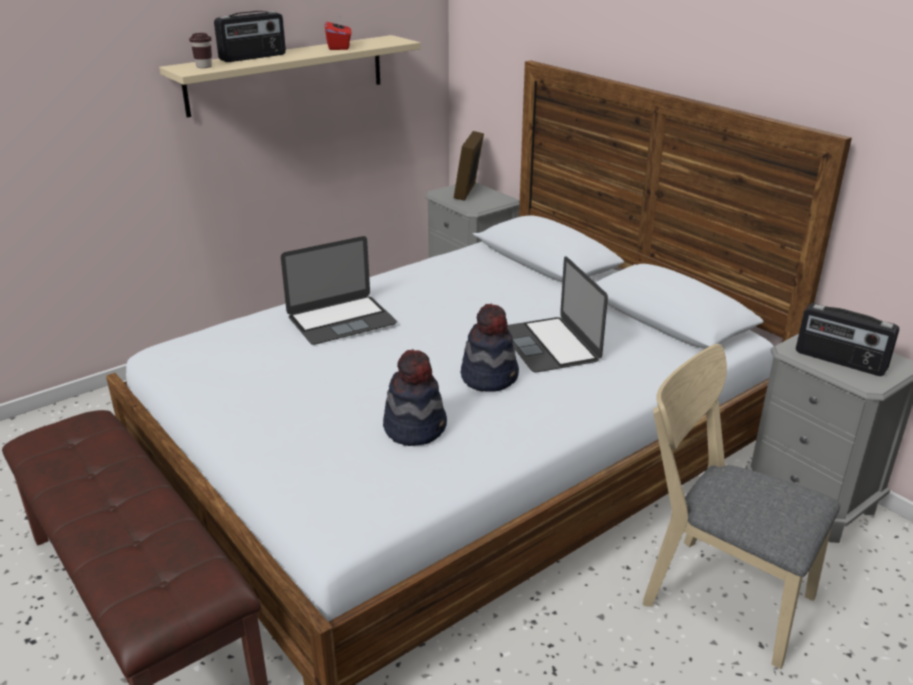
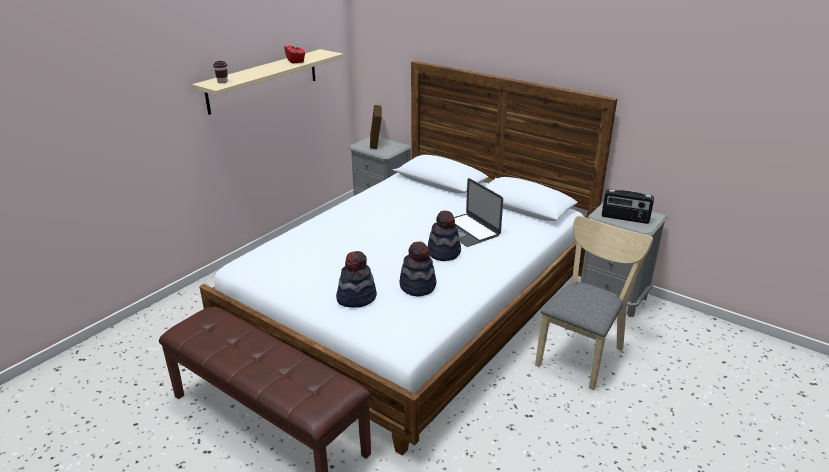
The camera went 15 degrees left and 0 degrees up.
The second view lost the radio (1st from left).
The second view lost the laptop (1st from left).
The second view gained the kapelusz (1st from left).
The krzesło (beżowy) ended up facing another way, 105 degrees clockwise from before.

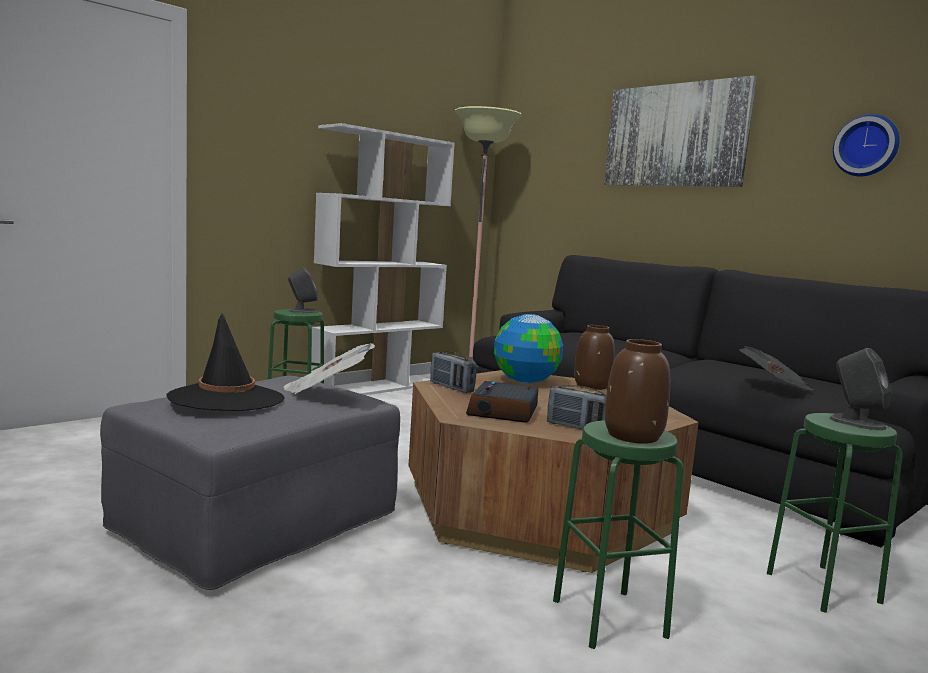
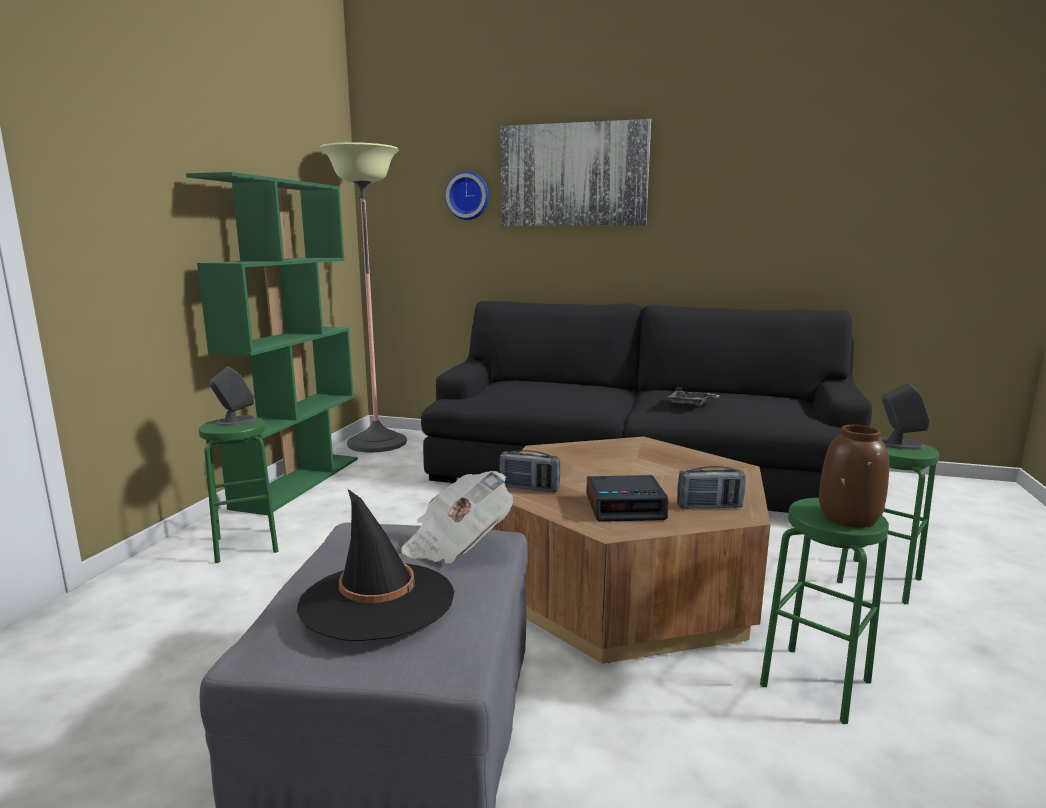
The camera went 30 degrees left and 5 degrees up.
The second view lost the globus.
The second view lost the wazon (brązowy) (1st from left).
The second view lost the gazeta (2nd from left).
The second view gained the taca (szary).
The zegar ścienny ended up elsewhere.
What was the regał (biały) turned into the regał (zielony).
The budzik ended up facing another way, 75 degrees counterclockwise from before.

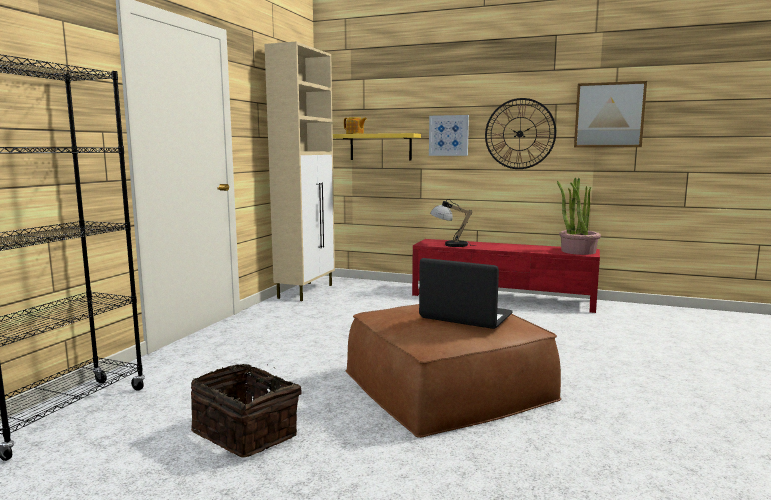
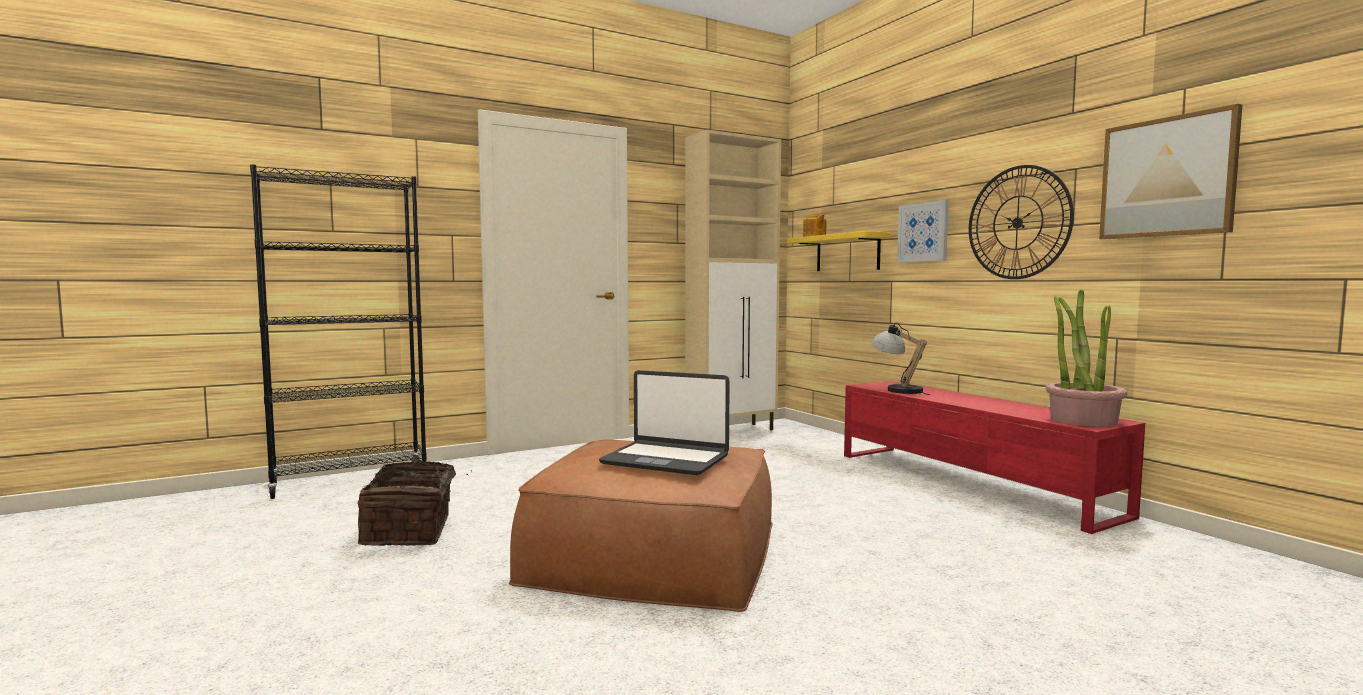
The camera went 40 degrees right and 5 degrees down.
The laptop ended up facing another way, 135 degrees clockwise from before.

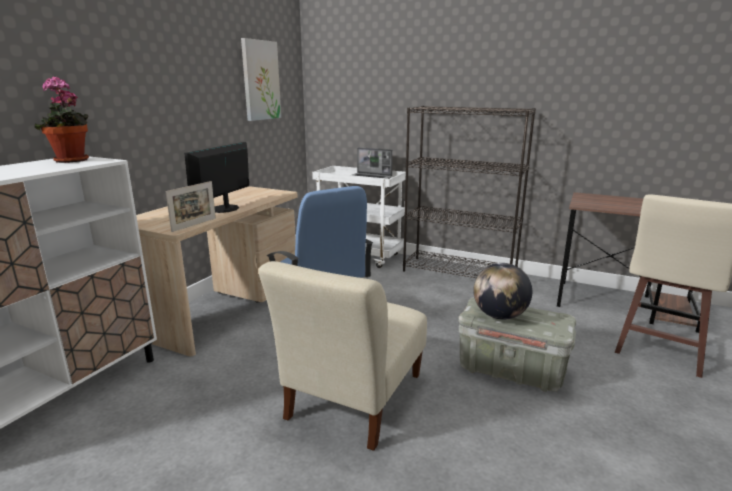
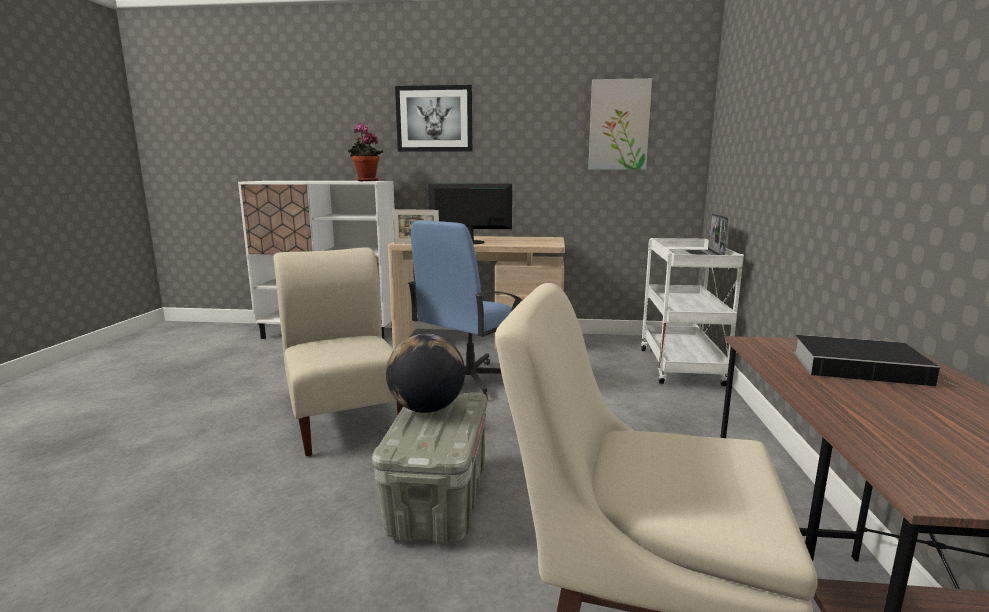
The camera went 70 degrees right and 5 degrees down.
The second view lost the regał (czarny).
The second view gained the obraz (1st from left).
The second view gained the książka.
The krzesło (beżowy) ended up facing another way, 60 degrees clockwise from before.

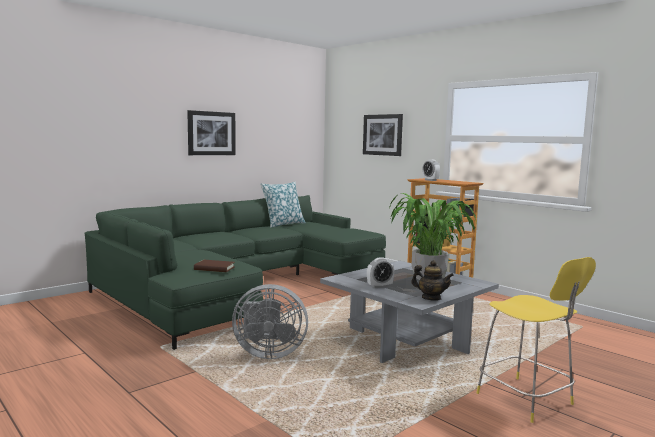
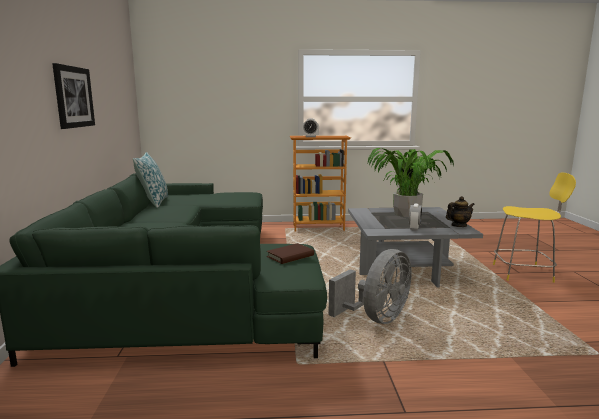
The camera went 50 degrees left and 5 degrees up.
The second view lost the obraz (2nd from left).

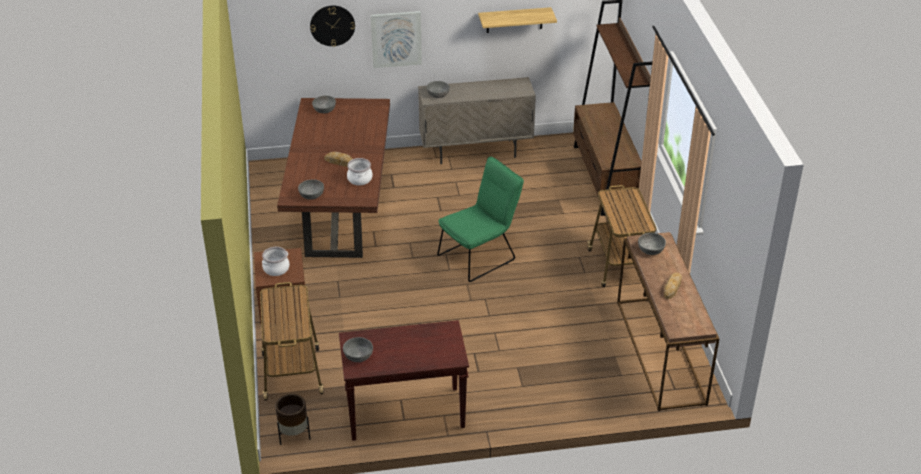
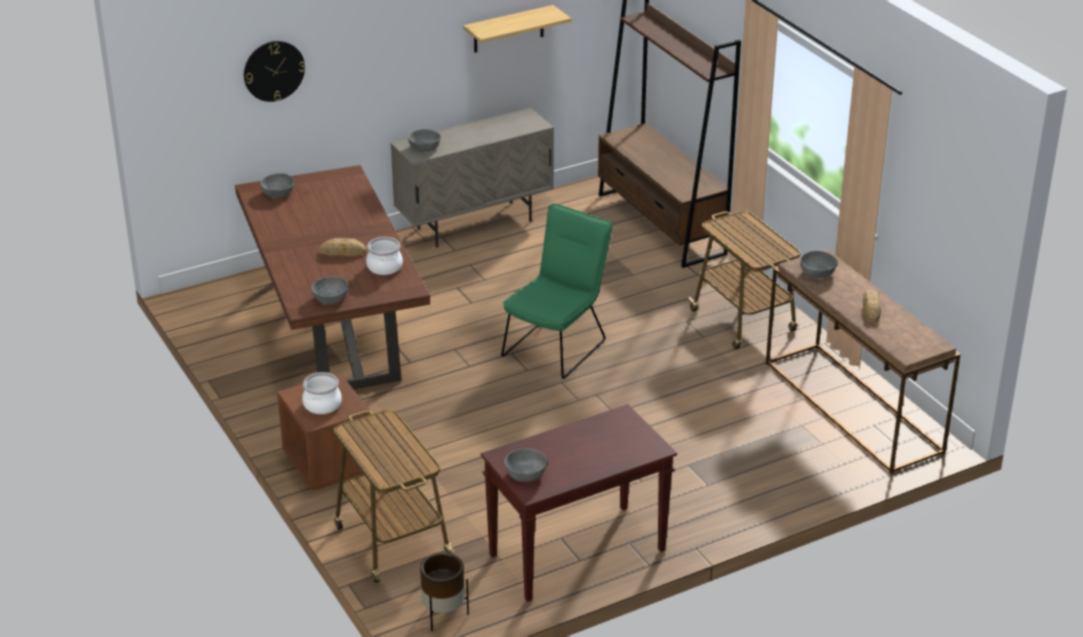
The camera went 20 degrees left and 5 degrees down.
The second view lost the obraz.

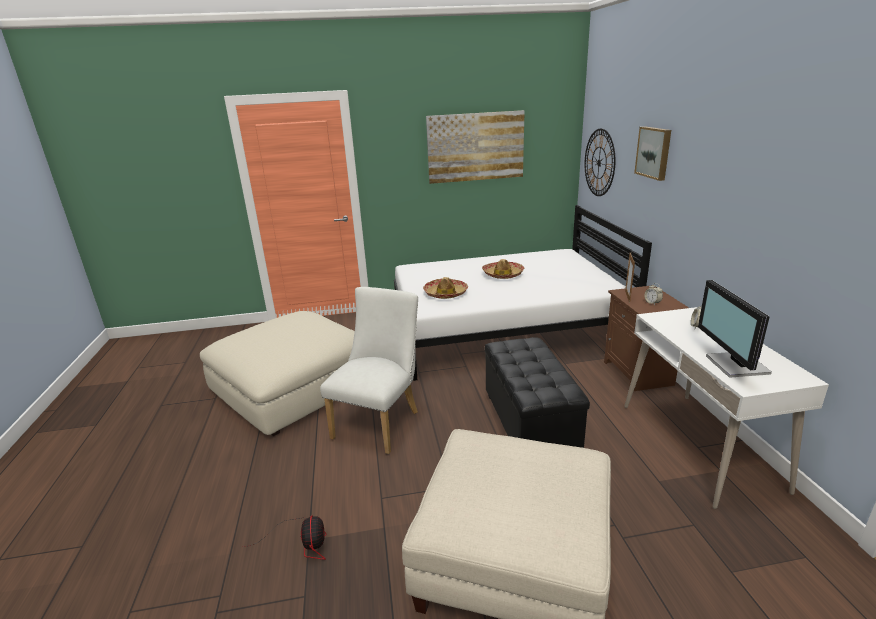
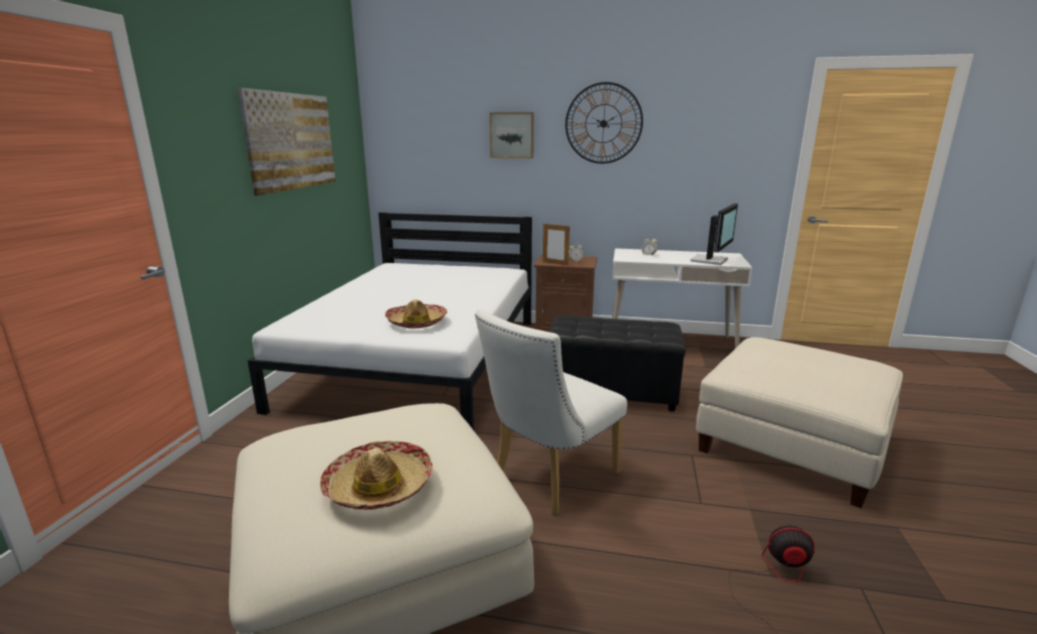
The camera went 70 degrees left and 5 degrees down.
The kapelusz (2nd from left in the first image) ended up elsewhere.
The zegar ścienny ended up elsewhere.
The krzesło (biały) ended up facing another way, 90 degrees counterclockwise from before.
The monitor ended up facing another way, 75 degrees counterclockwise from before.

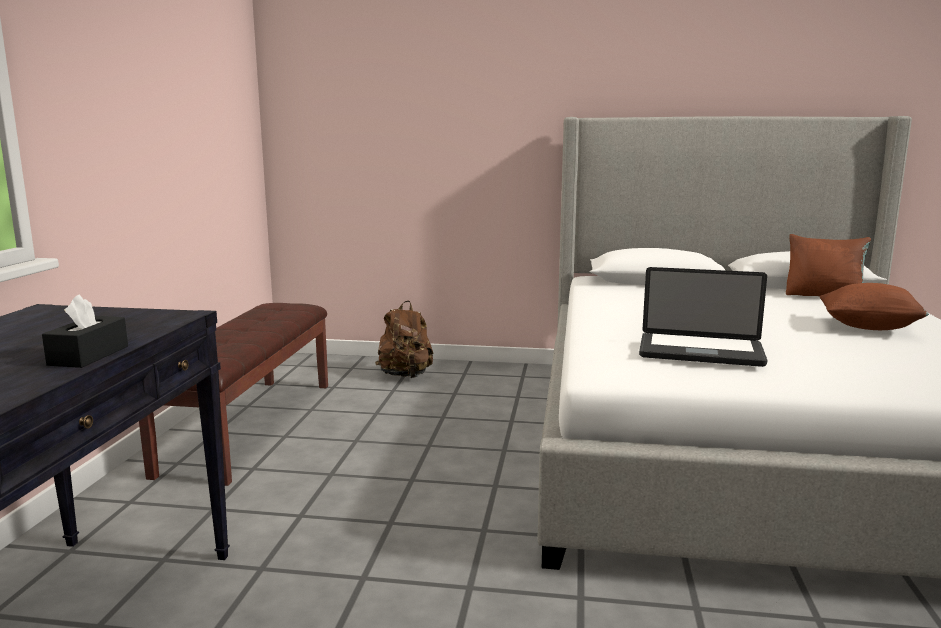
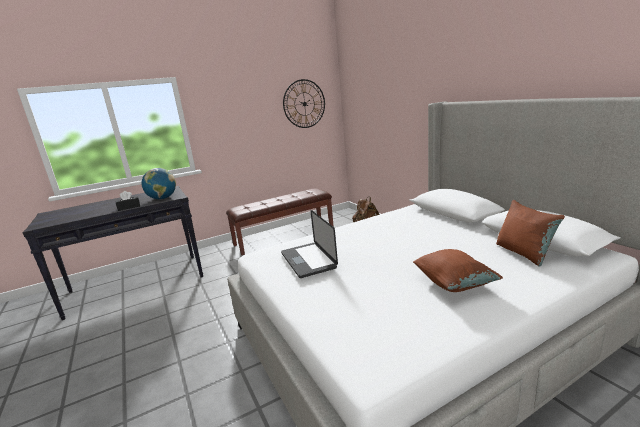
The camera went 55 degrees right and 5 degrees up.
The second view gained the globus.
The second view gained the zegar ścienny.

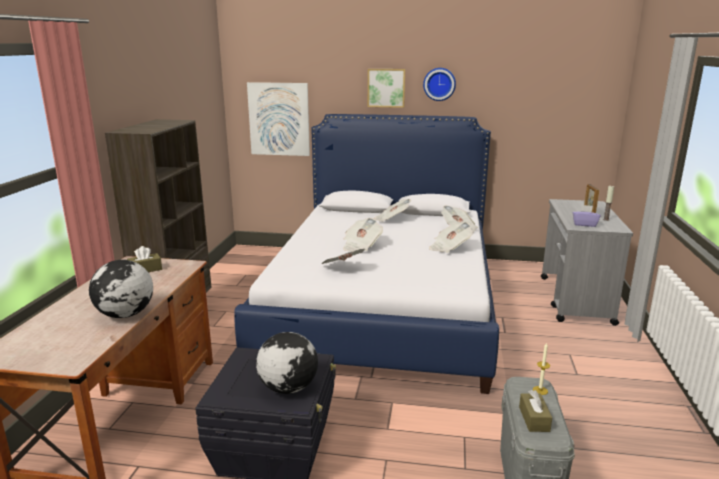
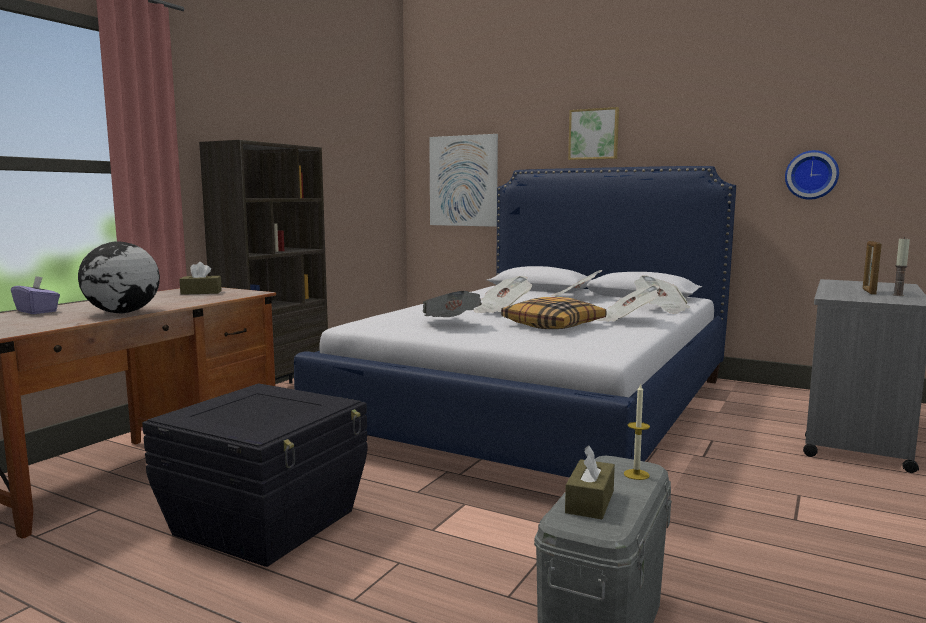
The camera went 20 degrees right and 10 degrees down.
The second view lost the globus (2nd from left).
The second view gained the poduszka.
The zegar ścienny ended up elsewhere.
The pudełko chusteczek (fioletowy) ended up elsewhere.

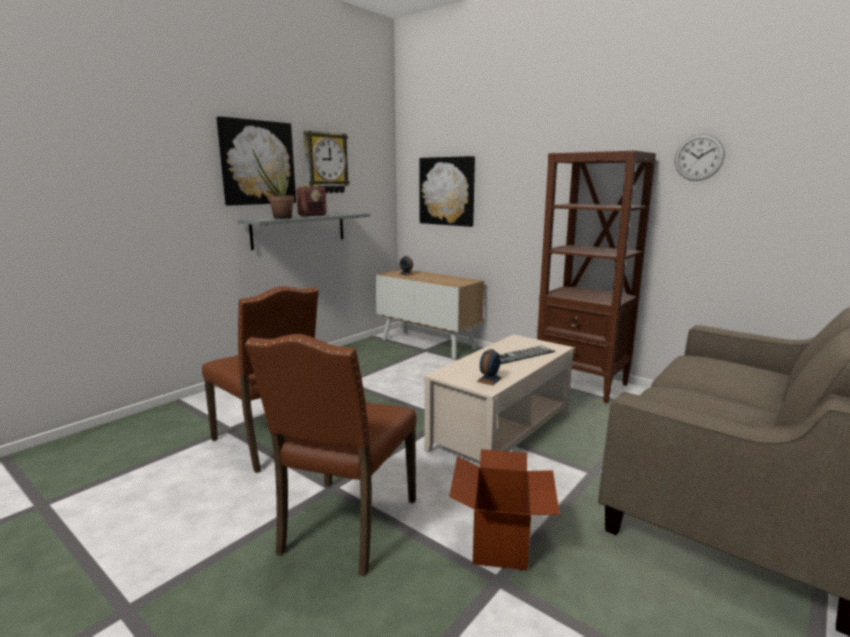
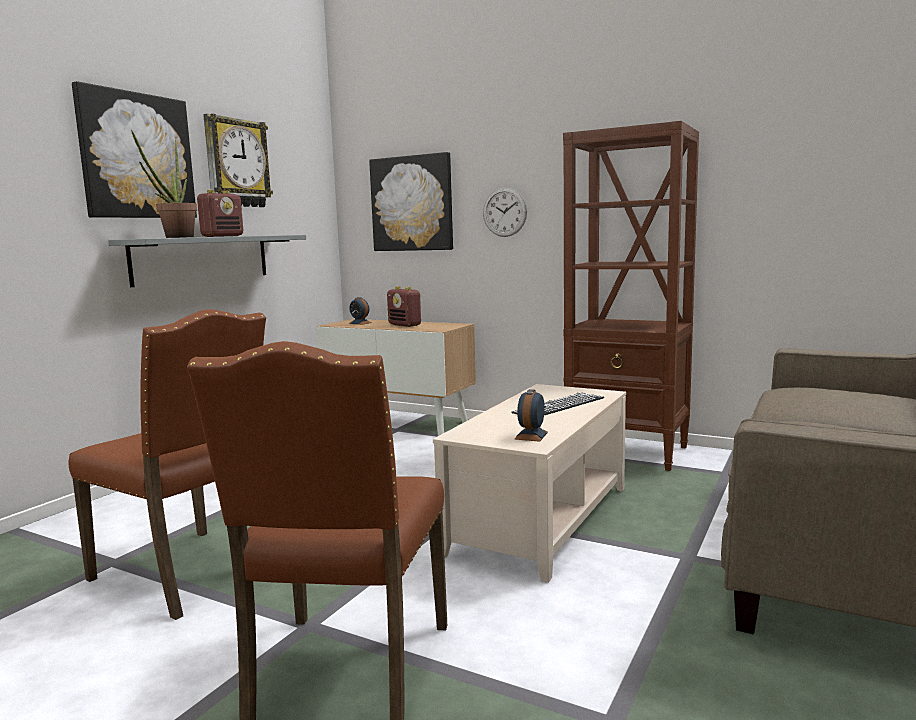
The camera went 10 degrees left and 5 degrees down.
The second view lost the karton.
The second view gained the radio (2nd from left).
The zegar ścienny (2nd from left) ended up elsewhere.

